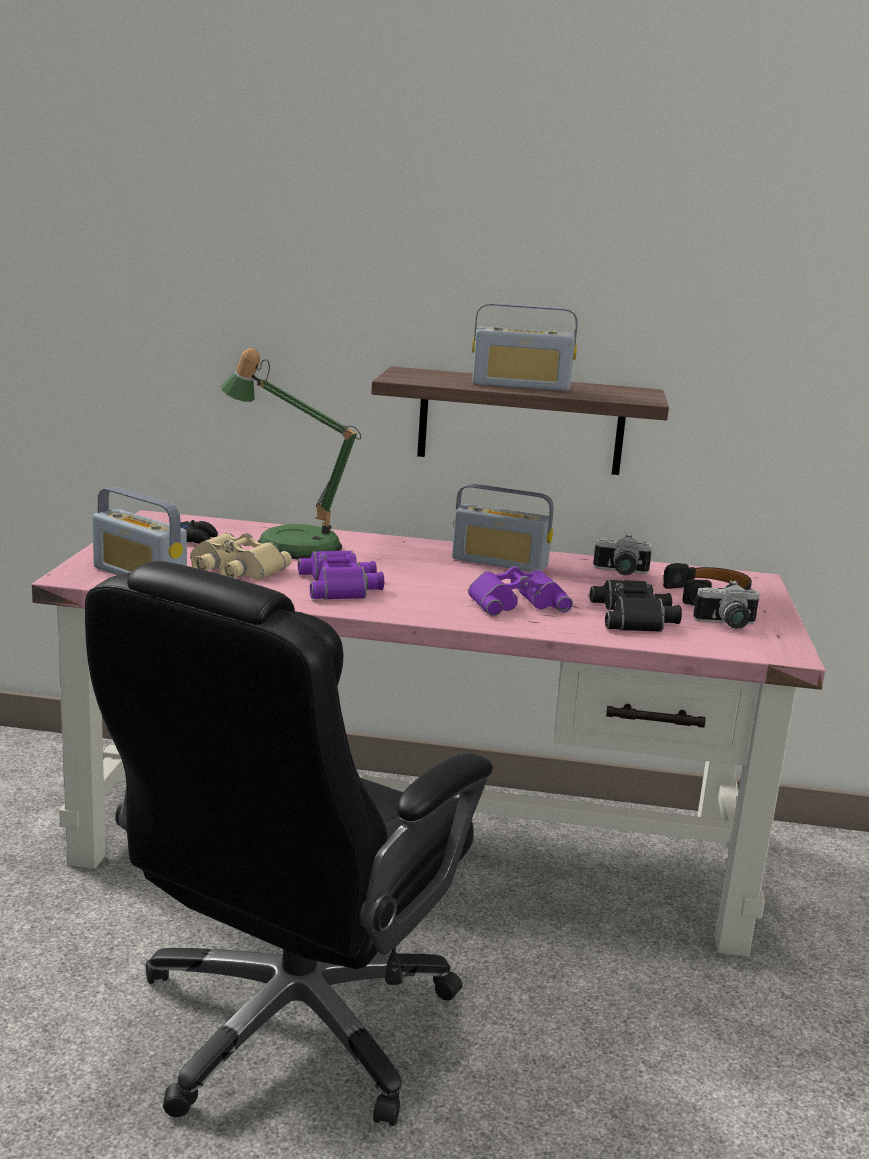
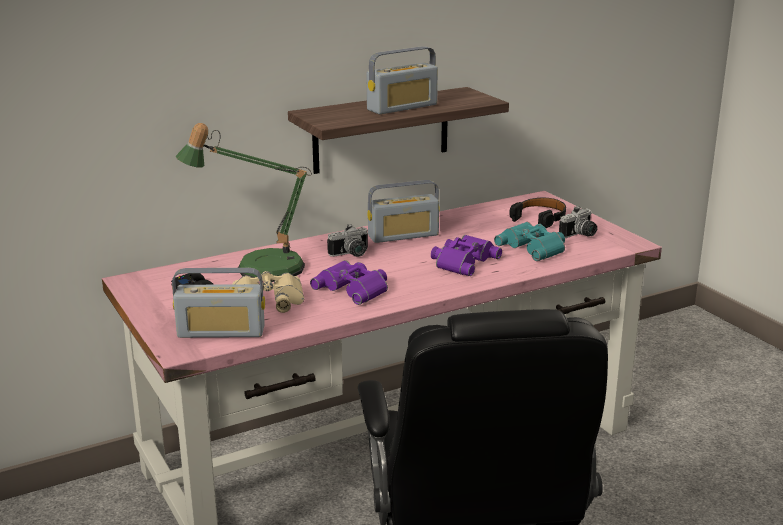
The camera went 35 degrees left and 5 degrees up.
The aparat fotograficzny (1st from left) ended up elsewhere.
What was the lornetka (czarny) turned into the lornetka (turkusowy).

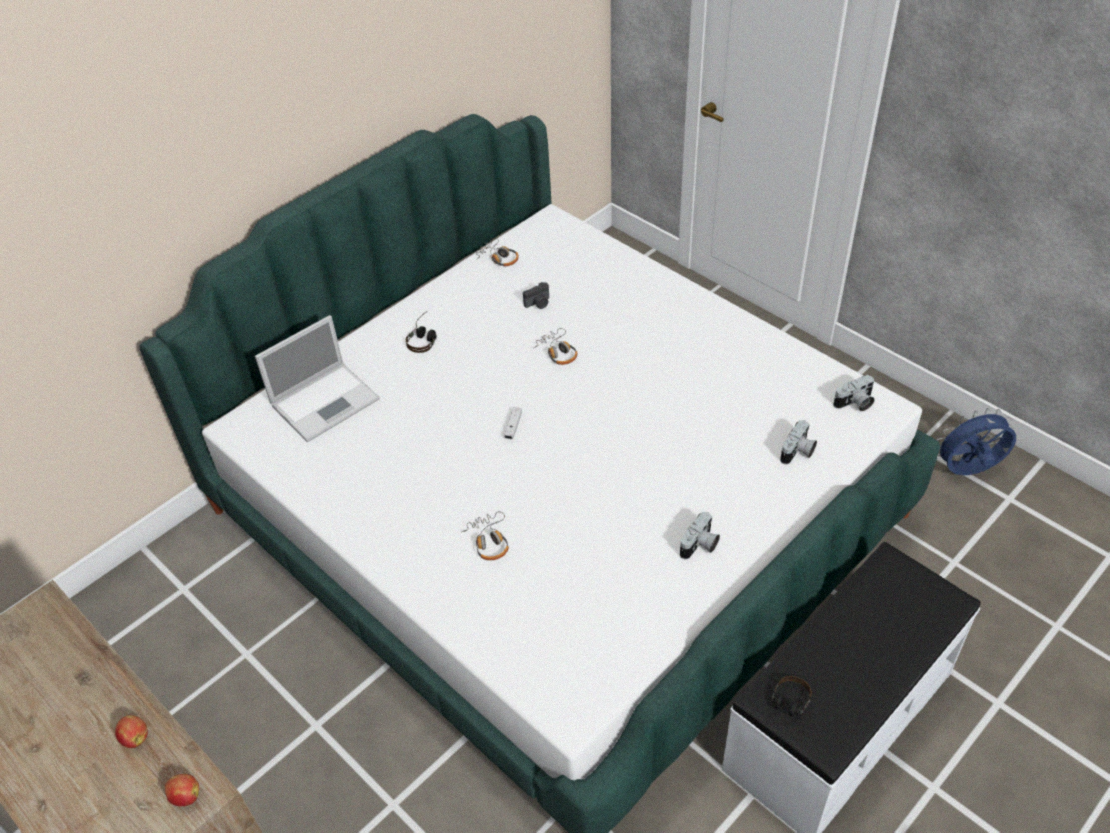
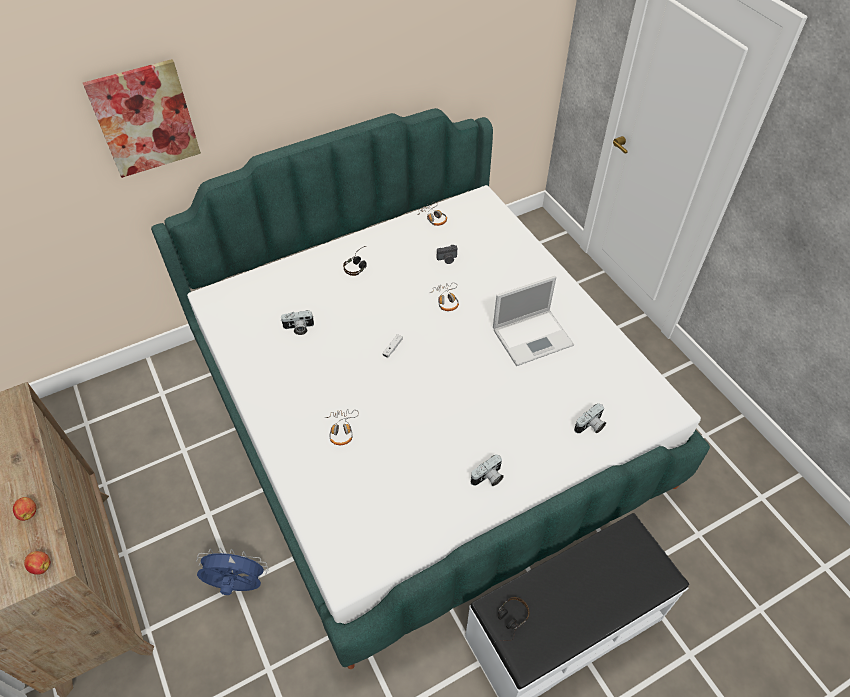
The camera went 15 degrees right and 5 degrees up.
The second view gained the obraz.
The laptop ended up elsewhere.
The aparat fotograficzny (4th from left in the first image) ended up elsewhere.
The wentylator (niebieski) ended up elsewhere.

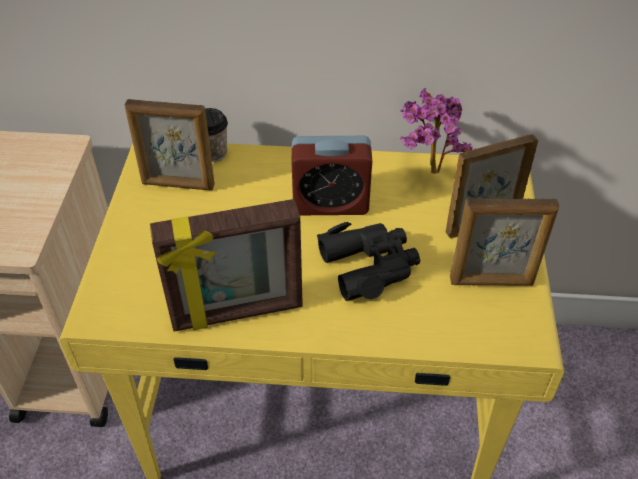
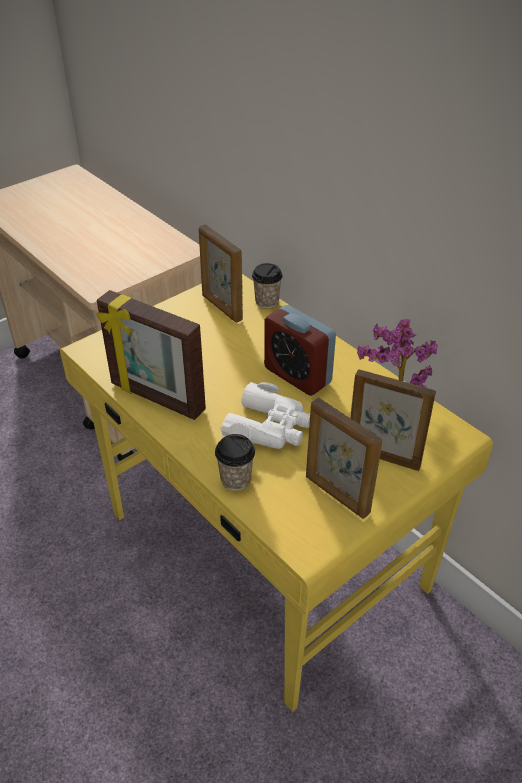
The camera went 45 degrees right and 5 degrees down.
The second view gained the filiżanka (1st from left).
What was the lornetka (czarny) turned into the lornetka (biały).

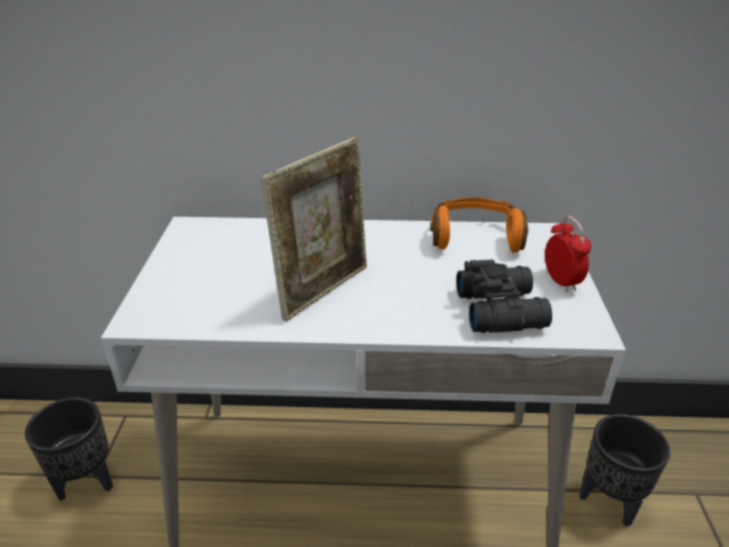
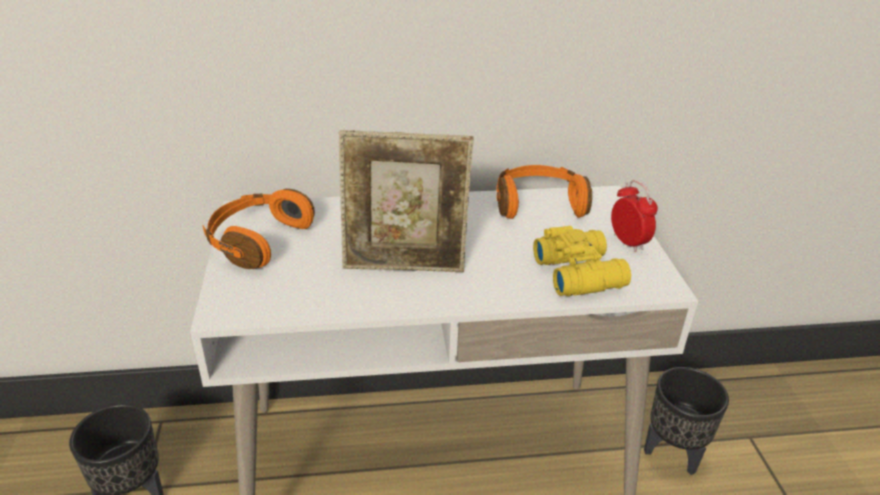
The camera went 10 degrees left and 0 degrees up.
The second view gained the słuchawki (pomarańczowy) (1st from left).
What was the lornetka (czarny) turned into the lornetka (żółty).
The ramka na zdjęcie ended up facing another way, 60 degrees clockwise from before.

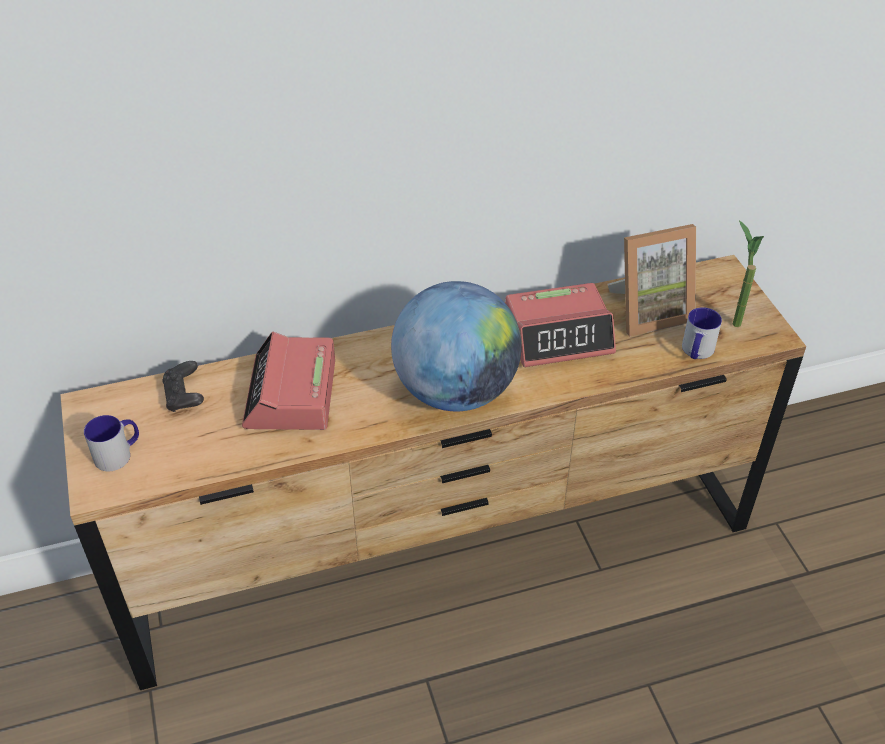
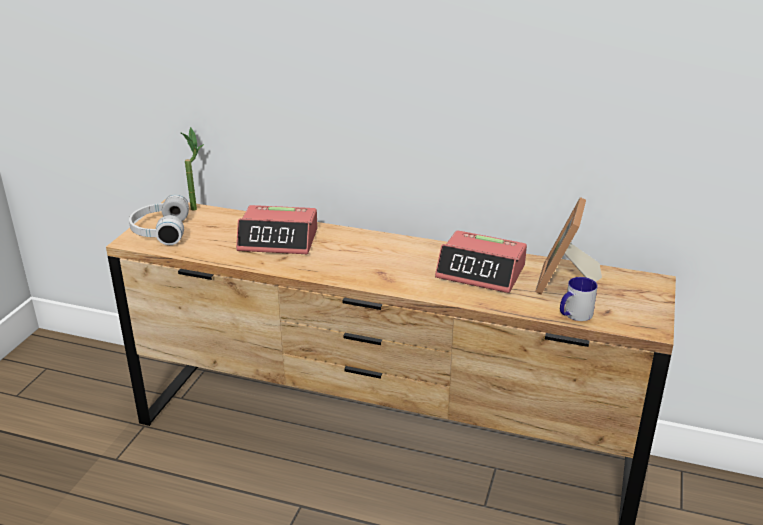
The camera went 35 degrees right and 15 degrees down.
The second view lost the pad do gier (czarny).
The second view lost the globus.
The roślina doniczkowa ended up elsewhere.
Where the kubek (1st from left) stood, the słuchawki (biały) came to stand.
The budzik (1st from left) ended up facing another way, 120 degrees counterclockwise from before.
The ramka na zdjęcie ended up facing another way, 90 degrees clockwise from before.

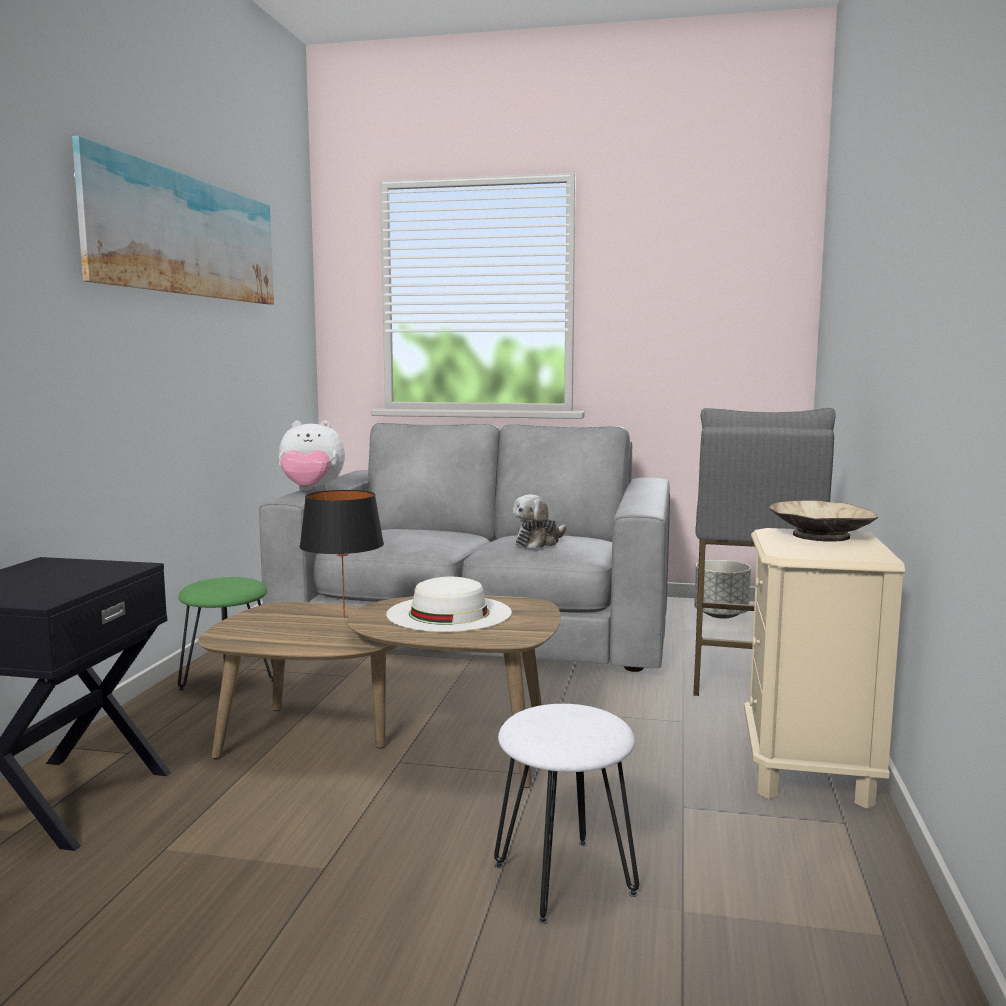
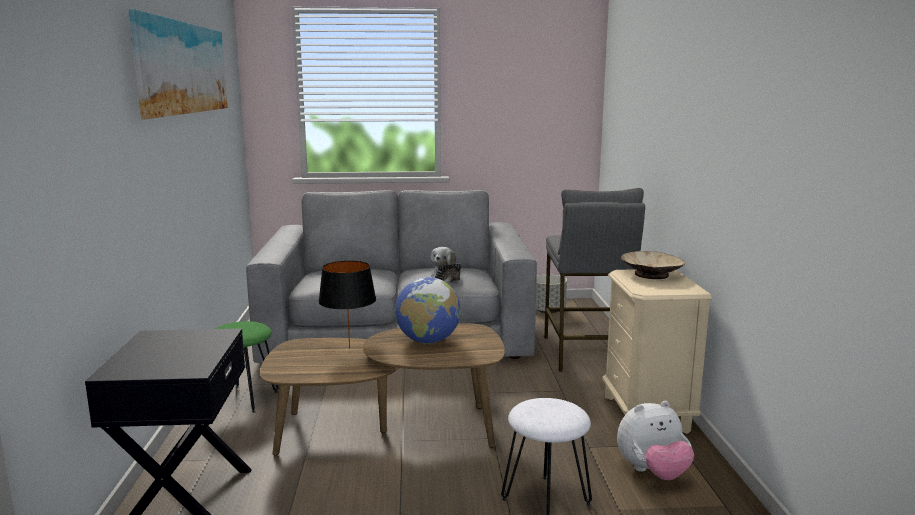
The camera went 15 degrees left and 5 degrees up.
The pluszak (1st from left in the first image) ended up elsewhere.
Where the kapelusz (biały) stood, the globus came to stand.

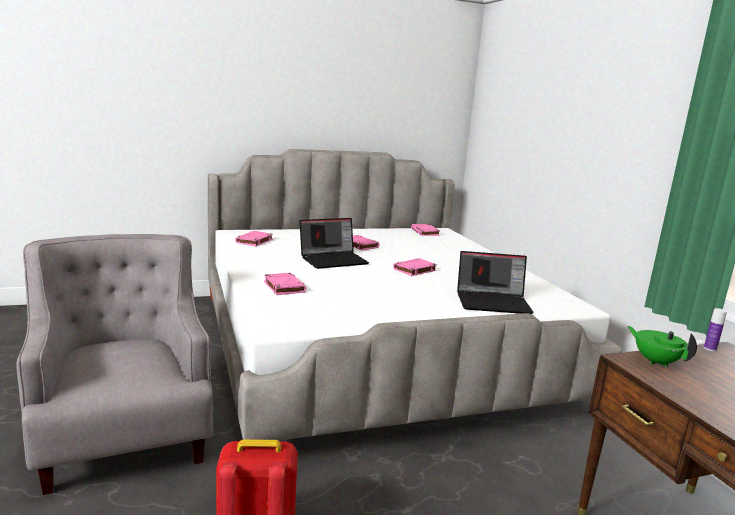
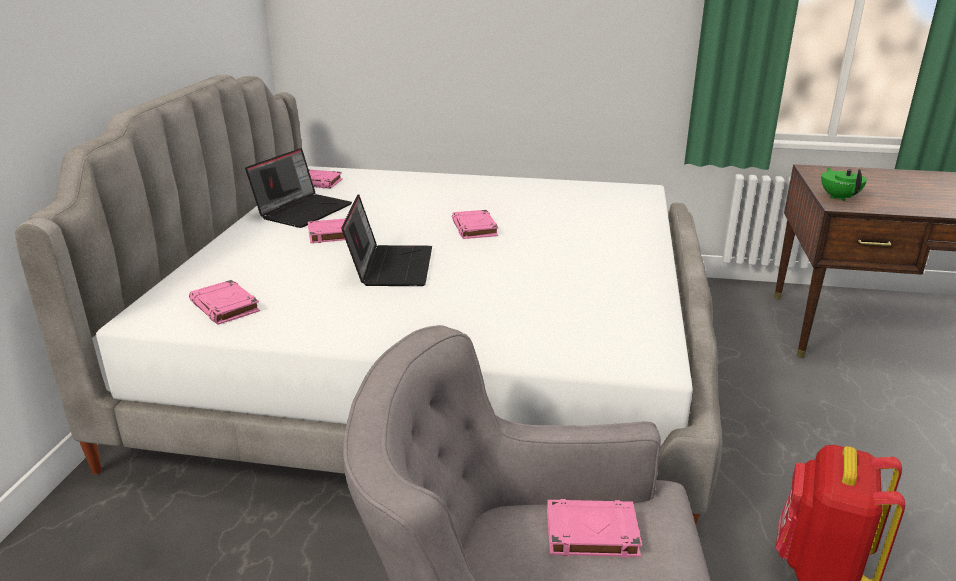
The camera went 60 degrees left and 10 degrees up.
The second view lost the butelka.
The książka (różowy) (2nd from left in the first image) ended up elsewhere.
The laptop (2nd from left in the first image) ended up elsewhere.
The imbryk (zielony) ended up facing another way, 90 degrees clockwise from before.

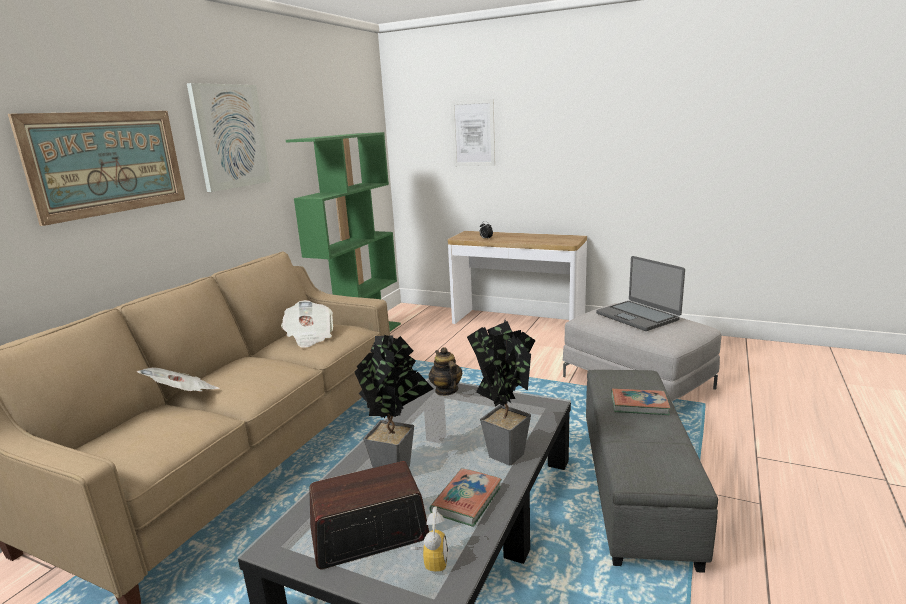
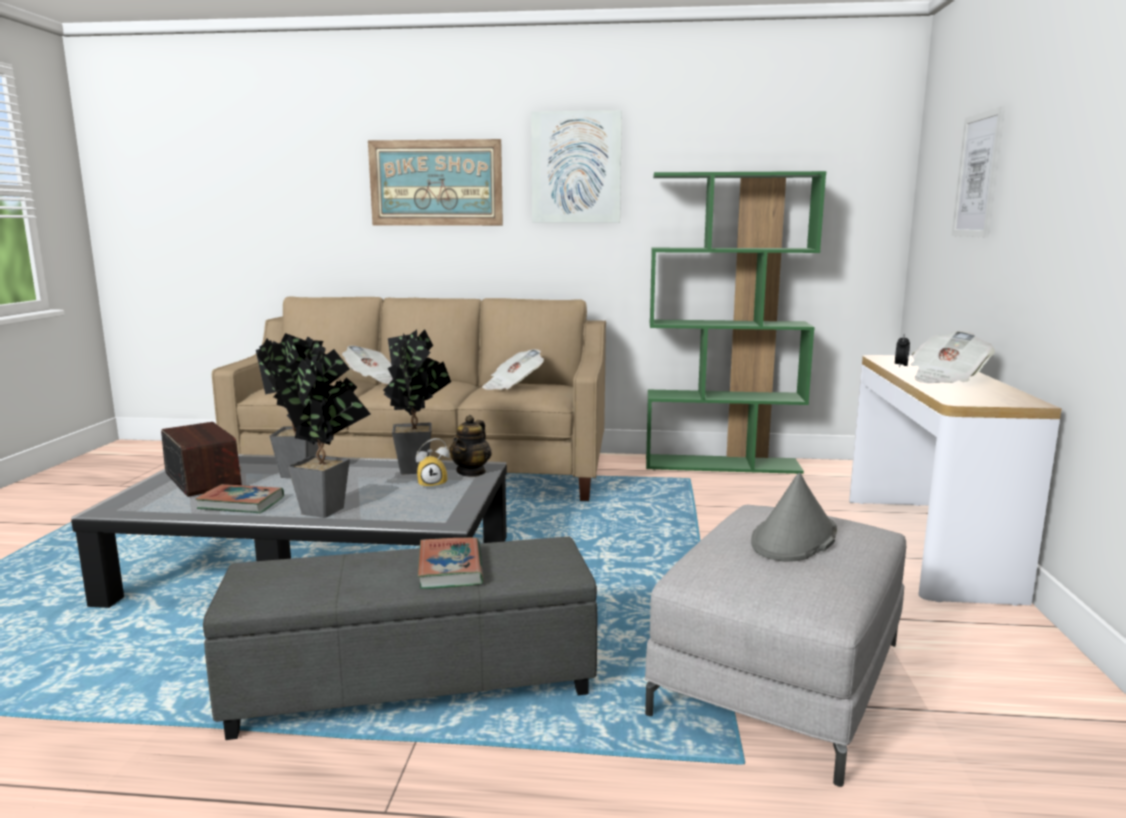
The camera went 70 degrees right and 5 degrees down.
The second view gained the roślina doniczkowa (3rd from left).
The second view gained the gazeta (3rd from left).
The budzik (1st from left) ended up elsewhere.
Where the laptop stood, the kapelusz (szary) came to stand.
The imbryk ended up facing another way, 150 degrees clockwise from before.

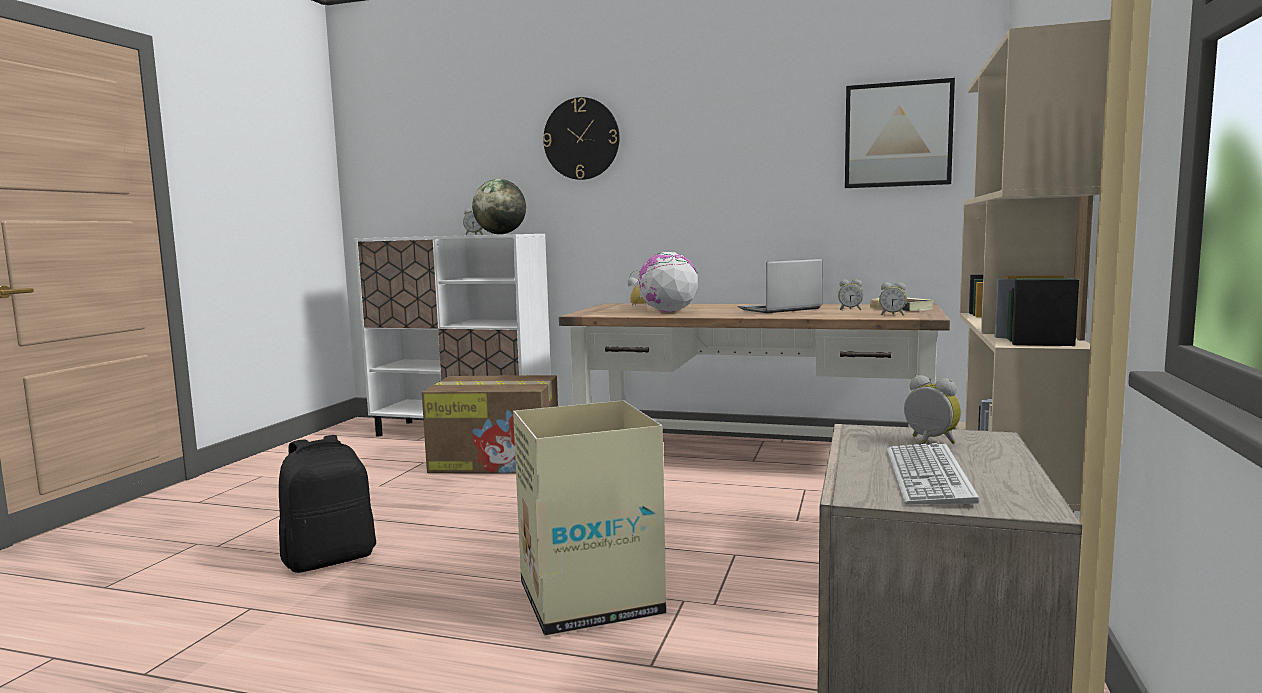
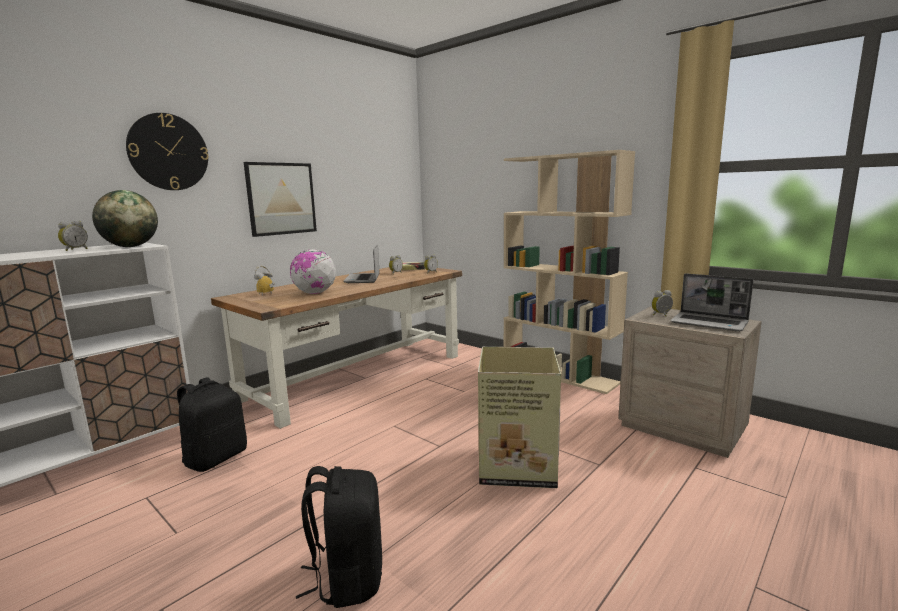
The camera went 65 degrees left and 5 degrees up.
The obraz ended up elsewhere.
Where the karton (1st from left) stood, the plecak (czarny) (1st from left) came to stand.
Where the klawiatura stood, the laptop (2nd from left) came to stand.

